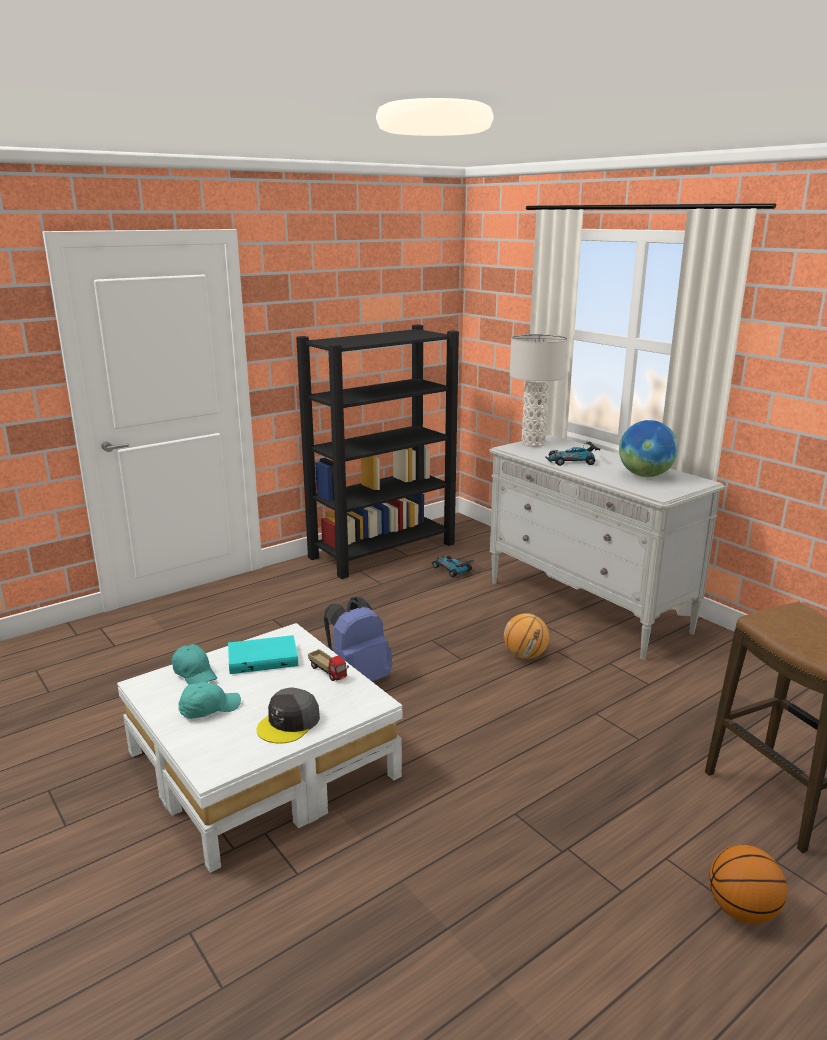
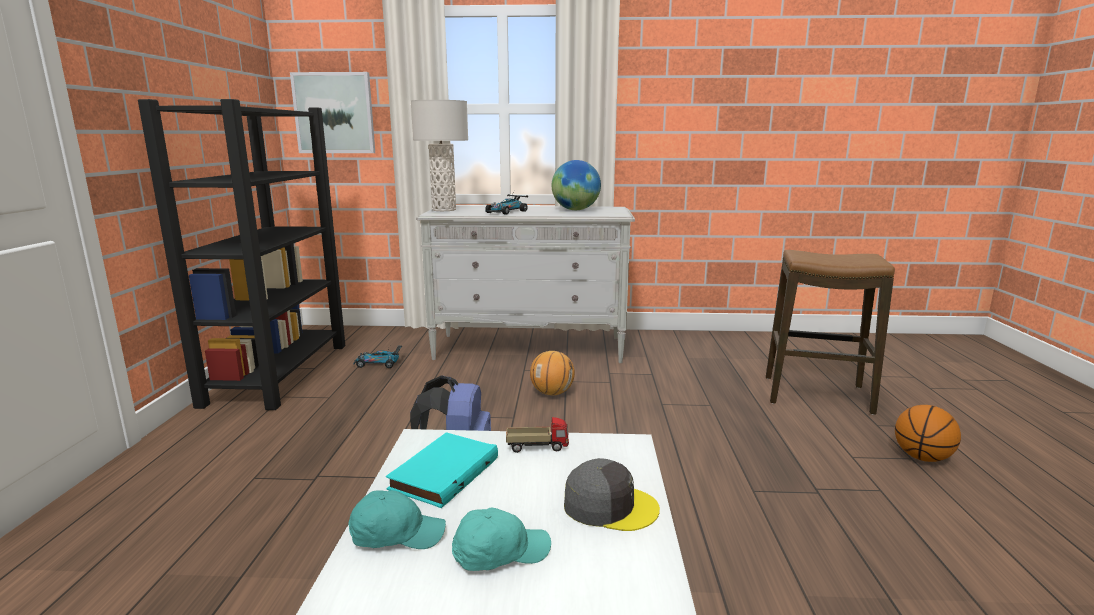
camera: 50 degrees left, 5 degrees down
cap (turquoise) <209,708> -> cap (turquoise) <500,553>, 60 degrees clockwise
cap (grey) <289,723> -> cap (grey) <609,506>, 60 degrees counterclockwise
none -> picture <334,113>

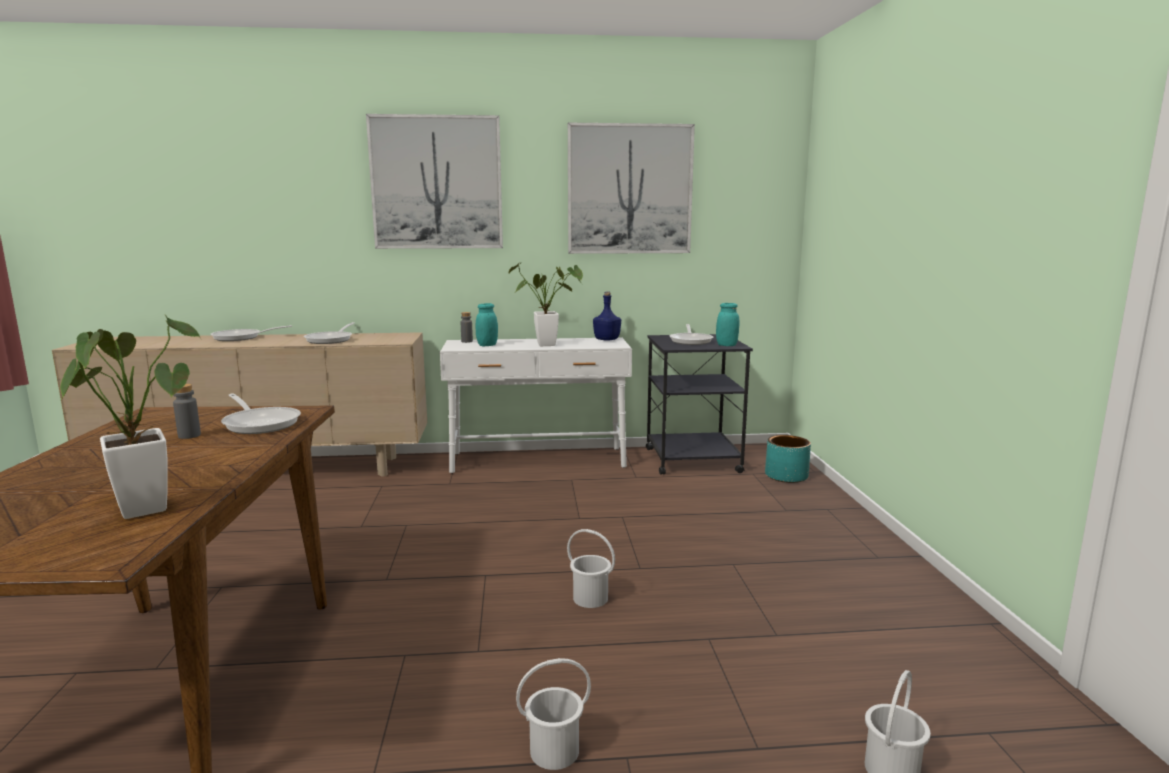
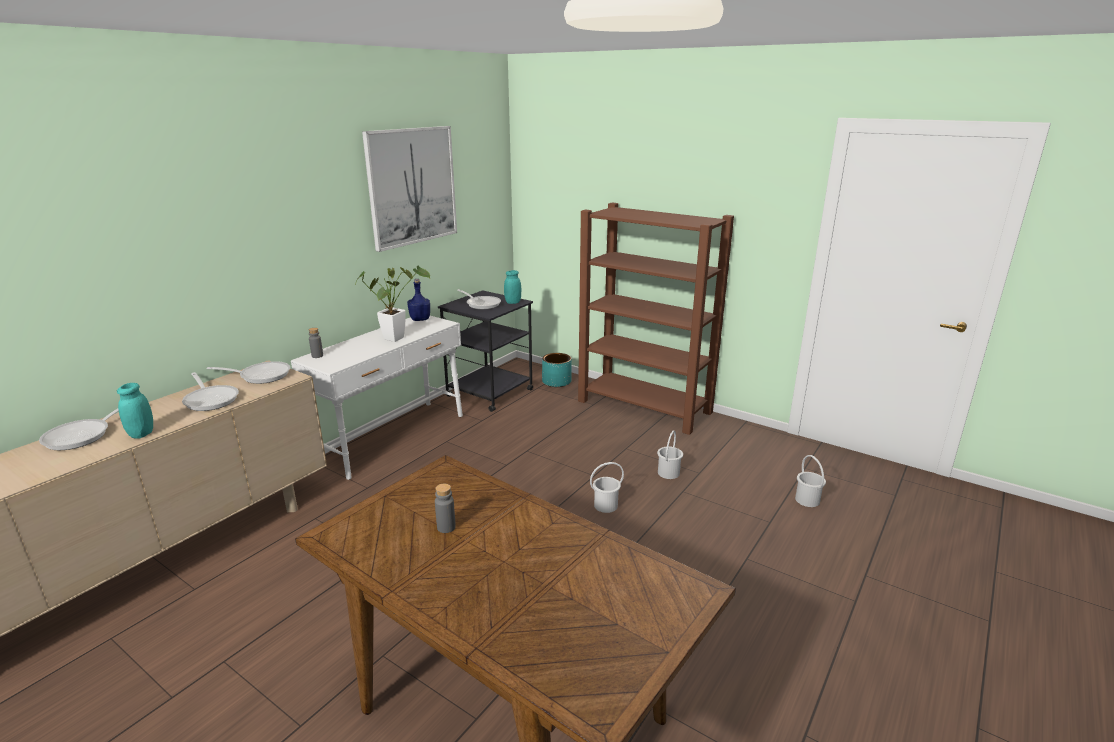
camera: 50 degrees left, 10 degrees up
picture <437,183> -> none
jar (turquoise) <487,345> -> jar (turquoise) <142,434>, shifted
potted plant <143,505> -> none
frying pan <260,423> -> frying pan <261,375>, shifted
bucket (white) <555,751> -> bucket (white) <669,473>, shifted
none -> bookcase (brown) <644,407>

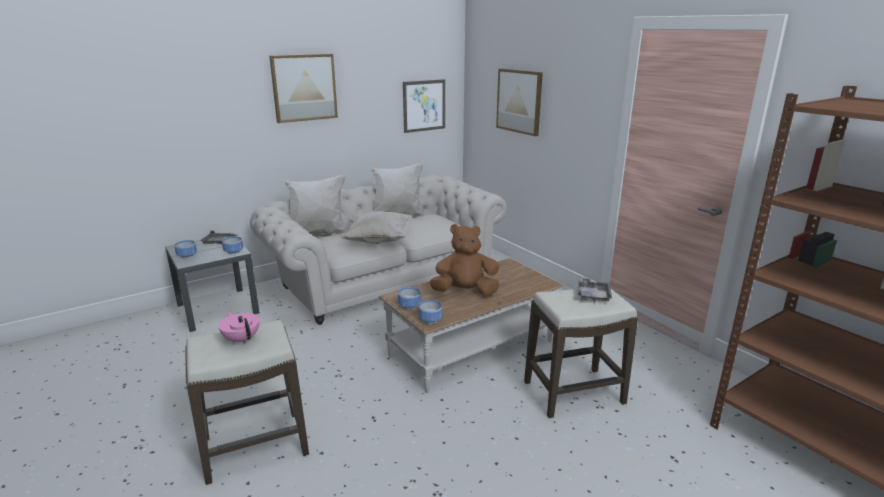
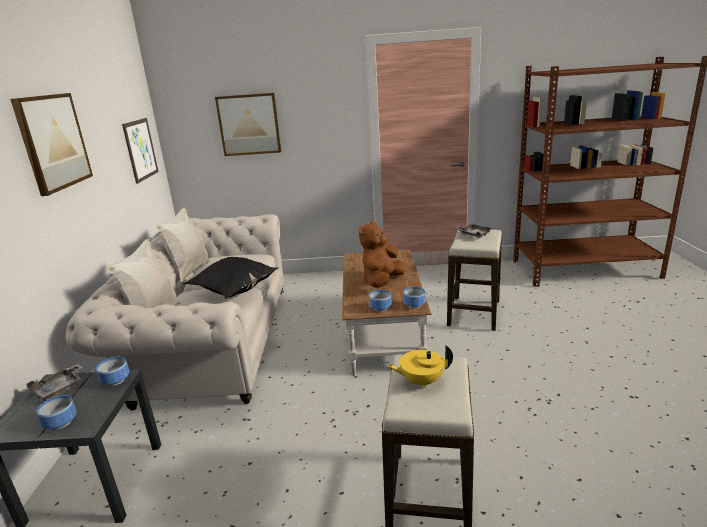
camera: 55 degrees left, 0 degrees up
pillow (white) <378,241> -> pillow (black) <233,292>
teapot (pink) <242,339> -> teapot (yellow) <421,381>

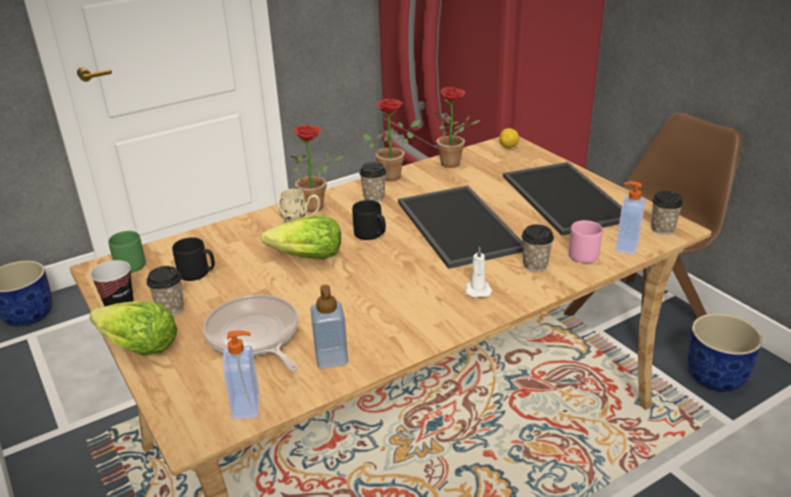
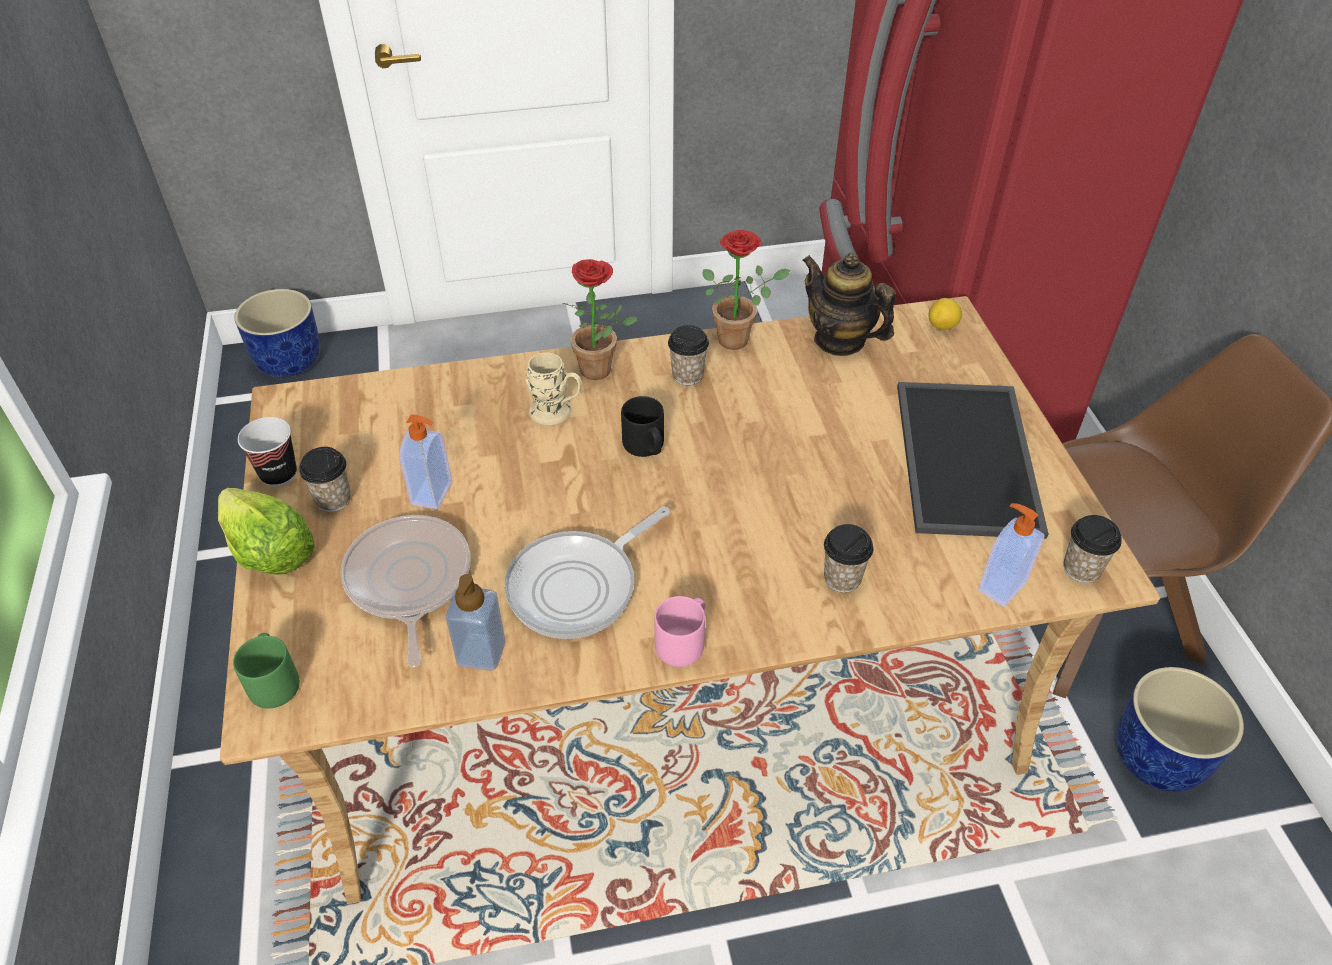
camera: 20 degrees right, 15 degrees up
potted plant <455,164> -> teapot <840,340>
tray <461,226> -> none
lettuce <307,257> -> none
mug (pink) <583,253> -> mug (pink) <683,643>, shifted
mug (green) <129,264> -> mug (green) <274,681>, shifted
mug (black) <197,273> -> none
candle (white) <477,290> -> none
soap dispenser <247,406> -> soap dispenser <433,493>, shifted
none -> frying pan <579,586>

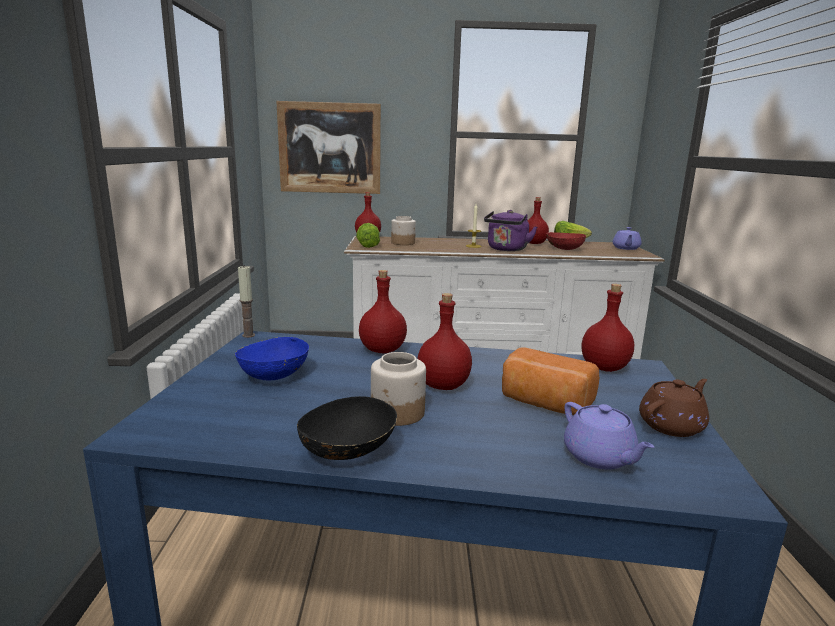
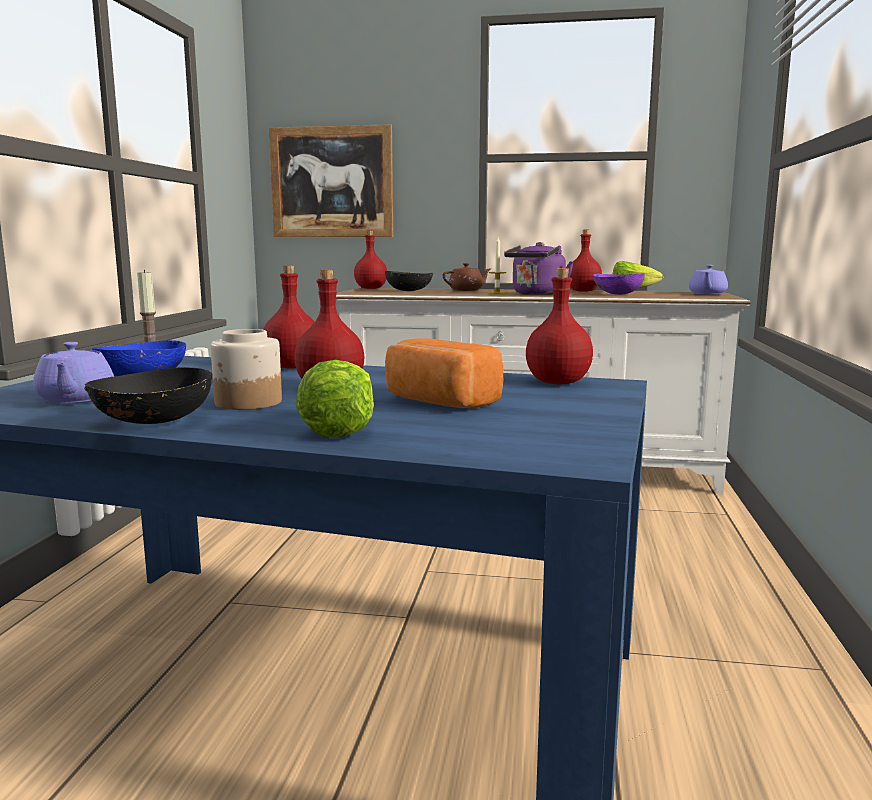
camera: 10 degrees right, 5 degrees down
jar <403,243> -> bowl (black) <409,291>
lettuce <368,246> -> lettuce <341,429>, shifted
bowl (red) <564,249> -> bowl (purple) <617,294>
teapot (brown) <672,425> -> teapot (brown) <467,290>, shifted
teapot (purple) <600,457> -> teapot (purple) <75,399>, shifted

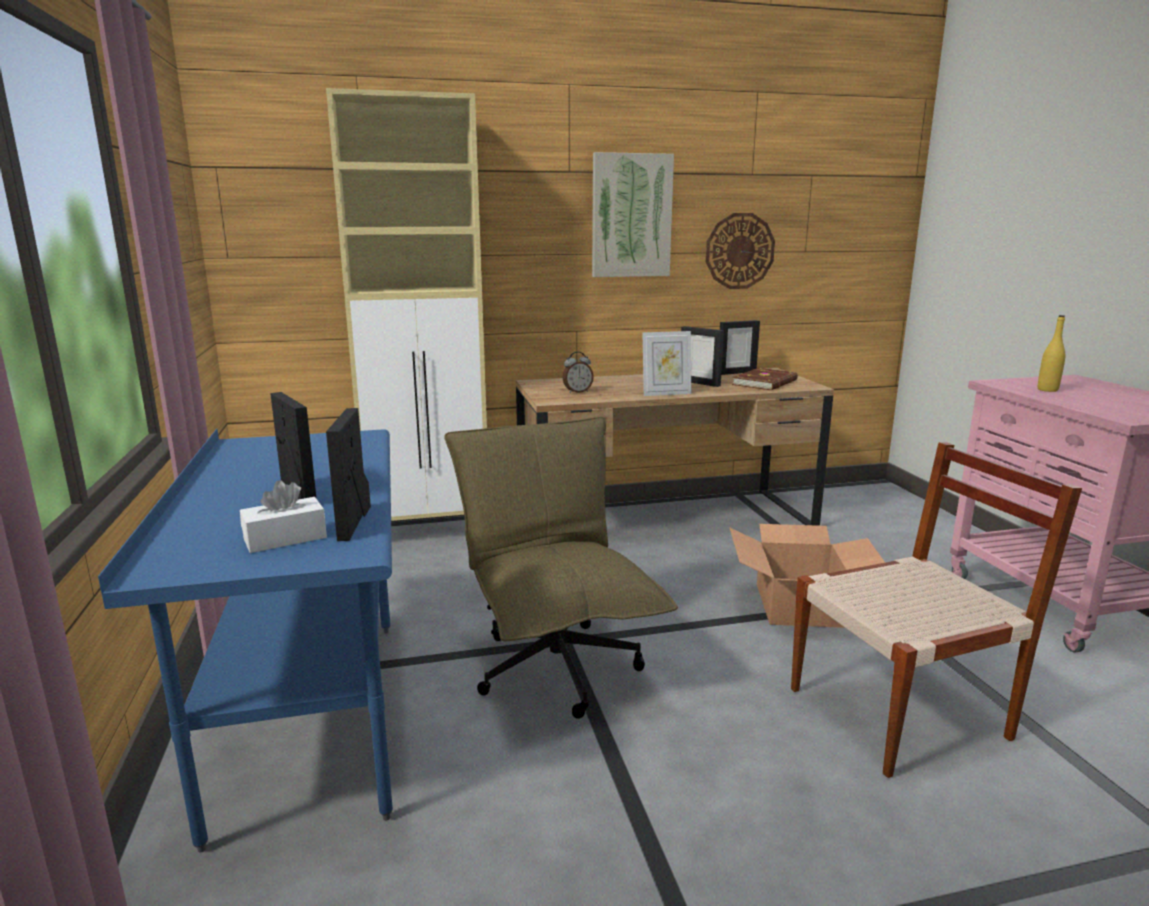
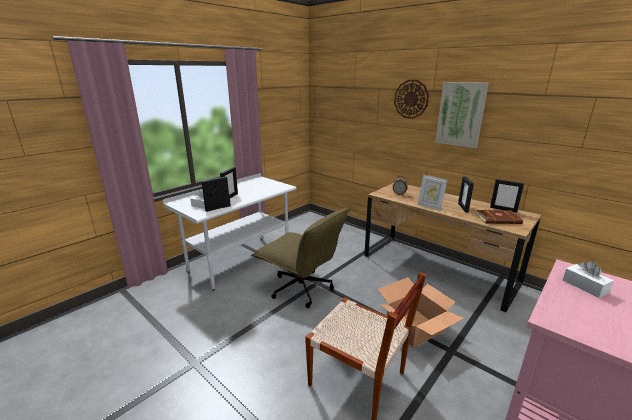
camera: 55 degrees right, 5 degrees up
cabinet (beige) <430,532> -> none
wall clock <739,251> -> wall clock <411,99>, shifted
bottle (yellow) <1047,390> -> tissue box (white) <584,286>
office chair (beige) <557,669> -> office chair (beige) <300,288>, 90 degrees clockwise
desk (blue) <311,718> -> desk (white) <240,262>

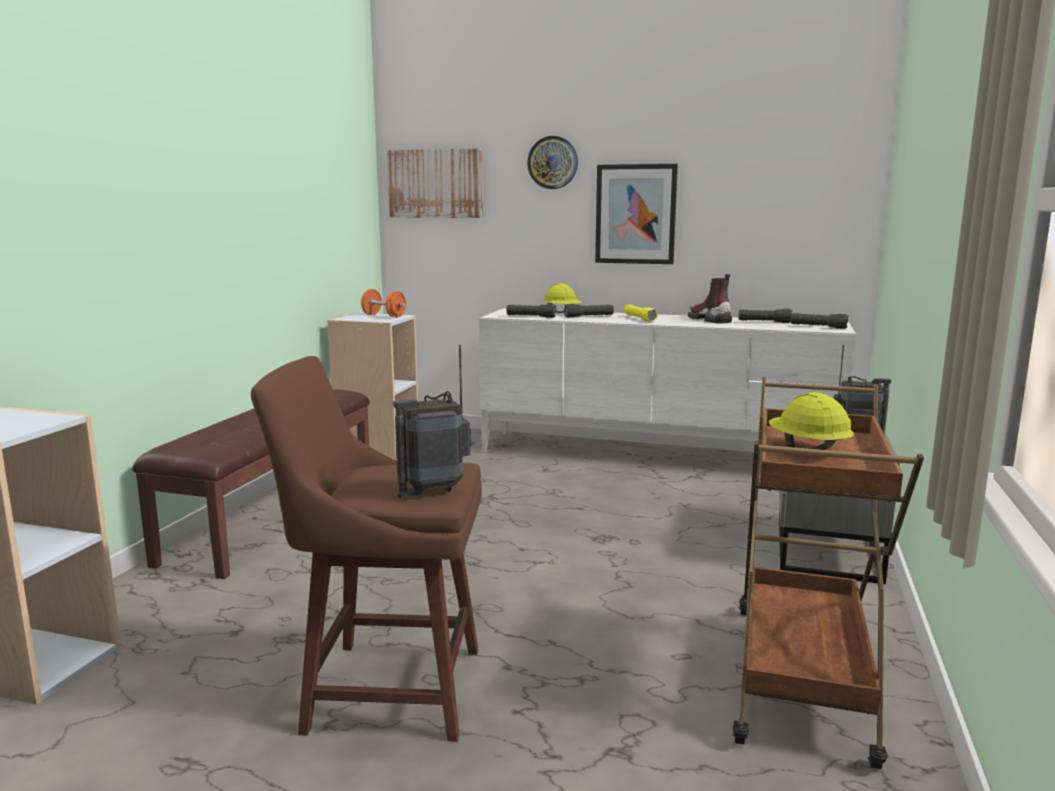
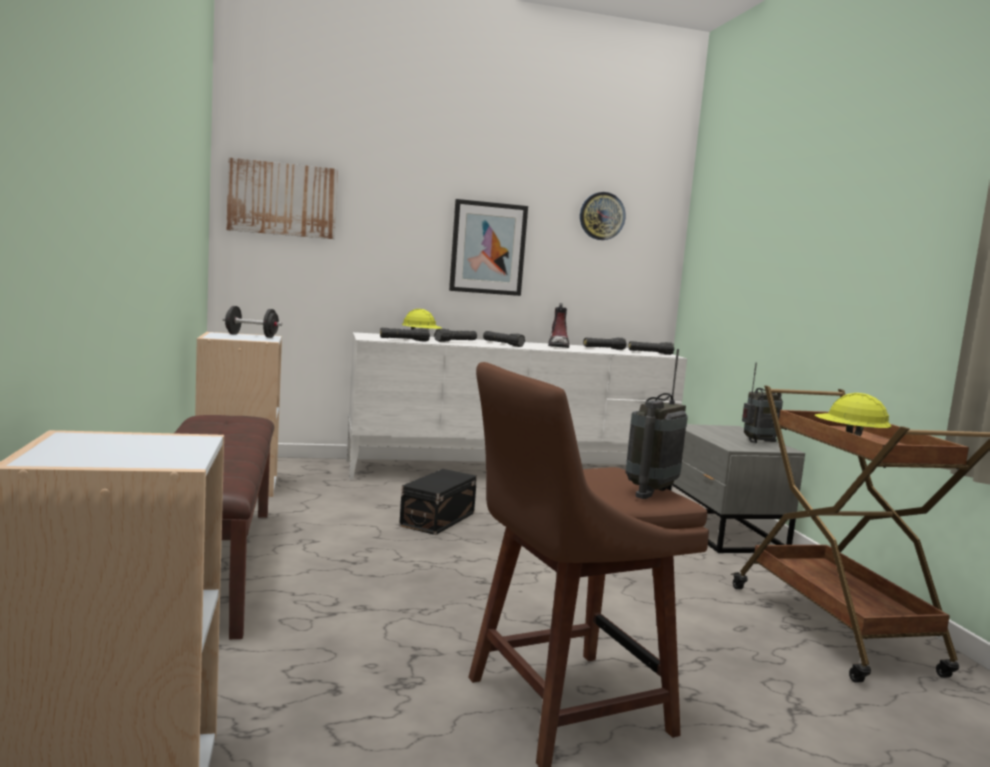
camera: 30 degrees left, 5 degrees down
wall clock <552,162> -> wall clock <602,216>, shifted
boot <708,320> -> boot <558,346>, 120 degrees counterclockwise
dumbbell (orange) <384,316> -> dumbbell (black) <251,336>
flashlight (yellow) <639,319> -> flashlight (black) <502,344>
none -> storage box (black) <439,519>

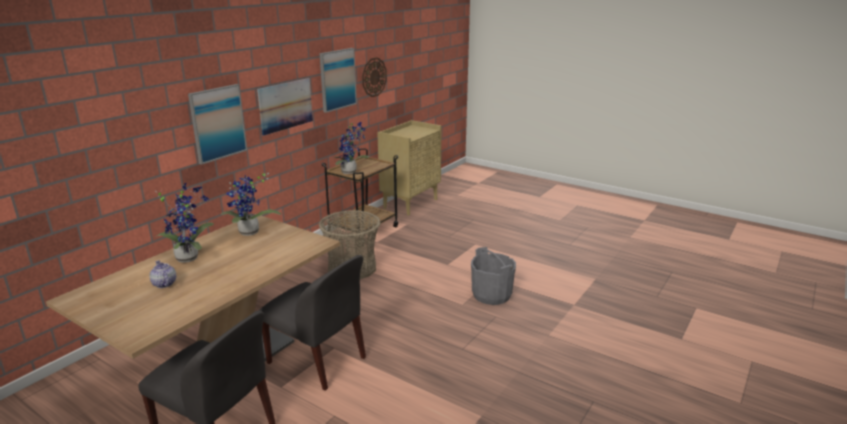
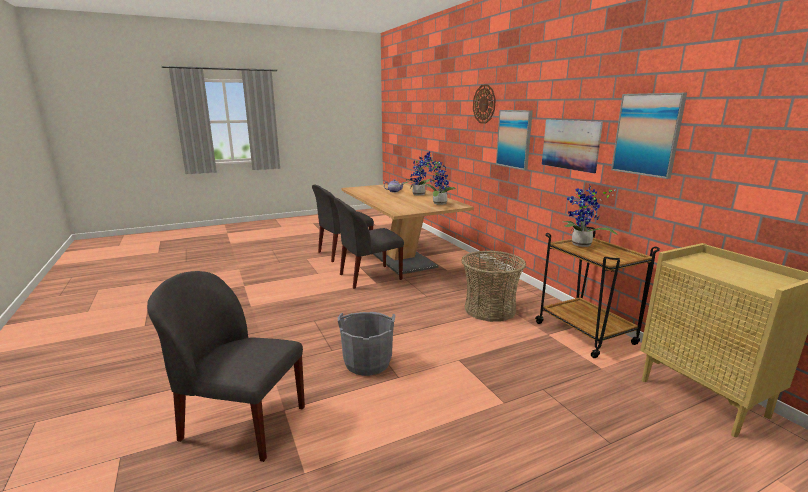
camera: 120 degrees right, 5 degrees down
wall clock <374,77> -> wall clock <484,104>, shifted
none -> chair (grey) <241,423>

